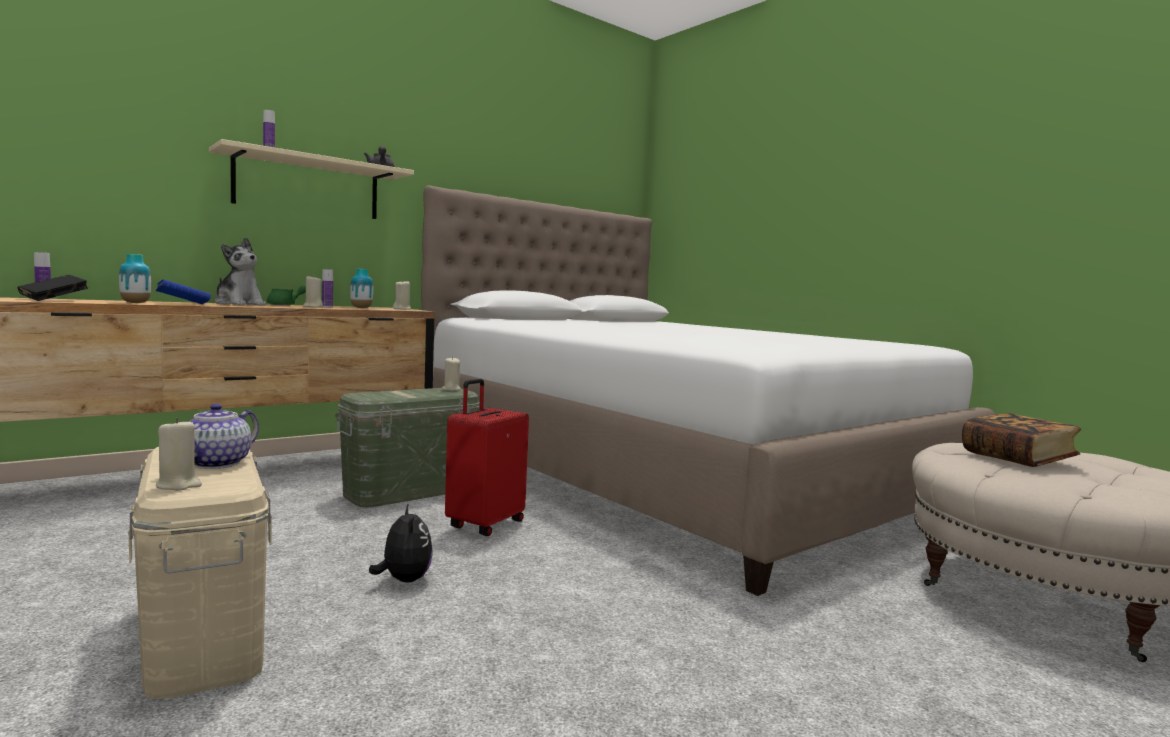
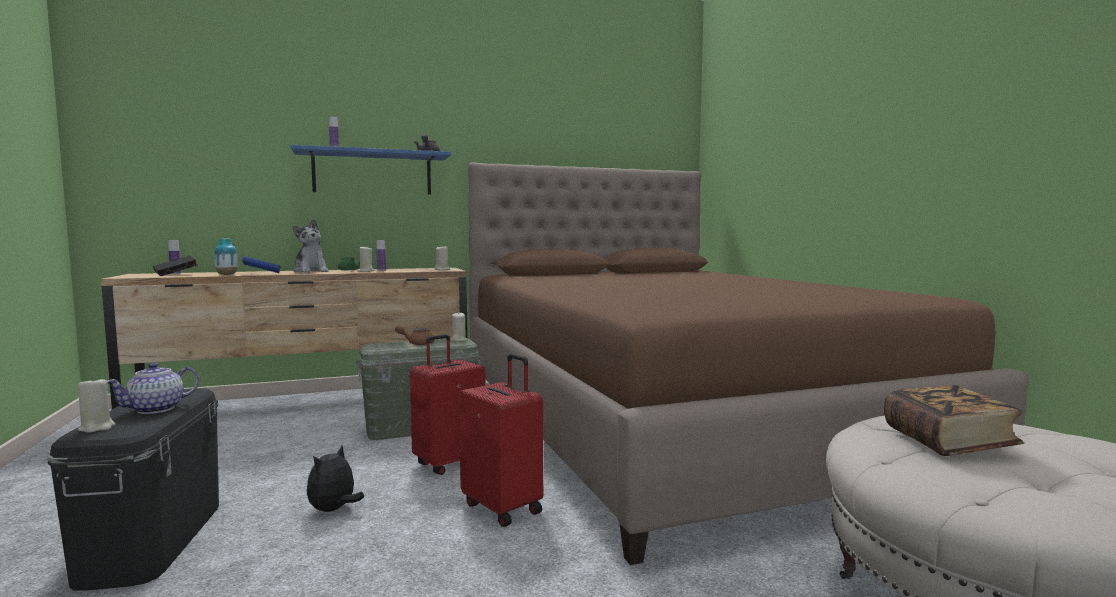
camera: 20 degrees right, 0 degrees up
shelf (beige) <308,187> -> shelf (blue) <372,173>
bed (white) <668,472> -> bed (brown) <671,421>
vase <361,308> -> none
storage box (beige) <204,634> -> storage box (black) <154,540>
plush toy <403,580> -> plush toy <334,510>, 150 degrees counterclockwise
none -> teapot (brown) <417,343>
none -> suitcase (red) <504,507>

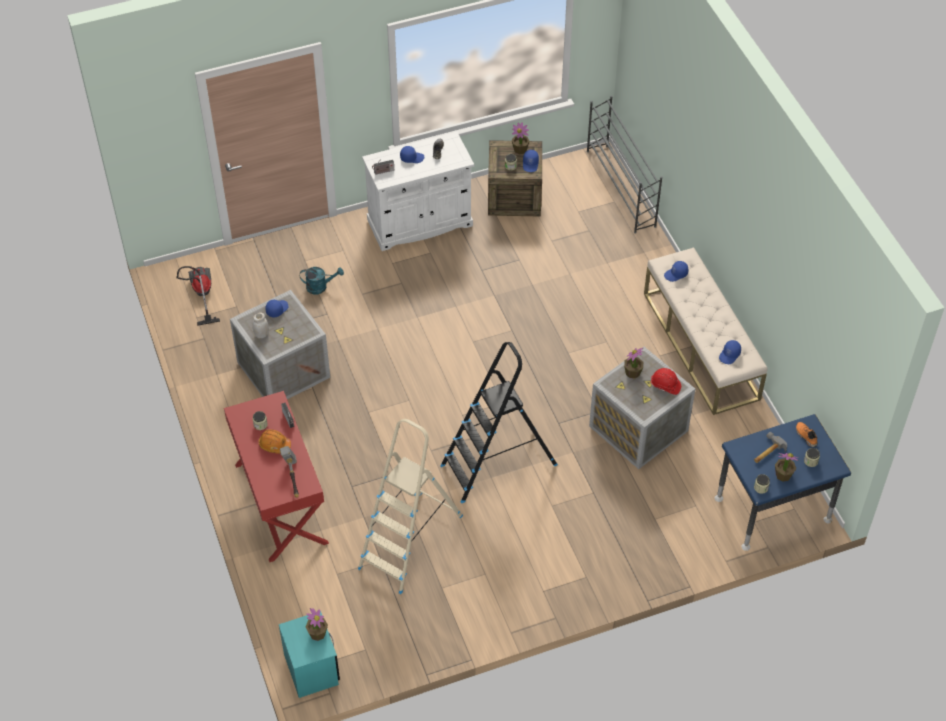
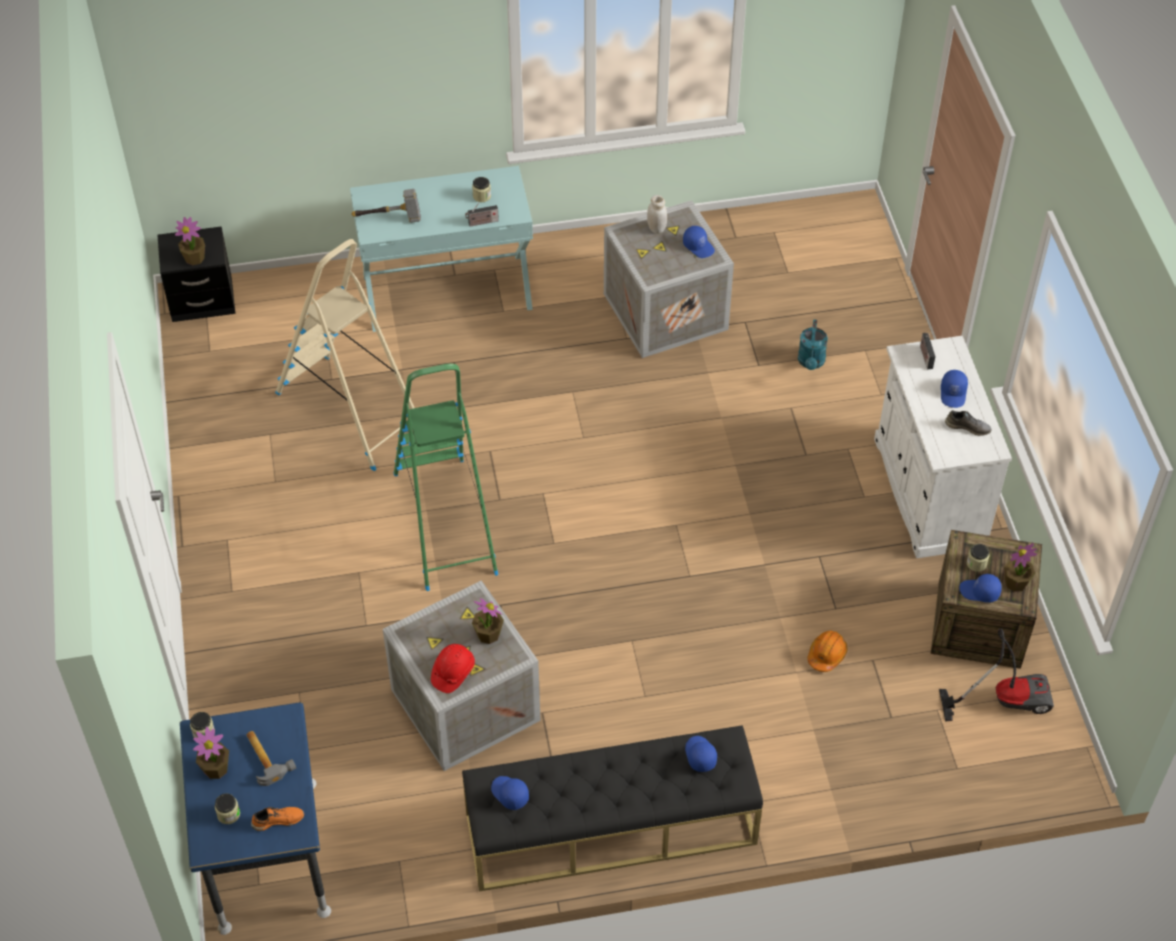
camera: 100 degrees right, 0 degrees up
shoe rack (grey) <620,189> -> none
bench (beige) <701,346> -> bench (black) <610,829>
vacuum cleaner <200,295> -> vacuum cleaner <1004,698>, shifted
step ladder (black) <498,465> -> step ladder (green) <444,521>
desk (red) <280,503> -> desk (turquoise) <447,291>
hard hat (orange) <274,445> -> hard hat (orange) <827,654>, shifted
nightstand (turquoise) <311,669> -> nightstand (black) <202,300>

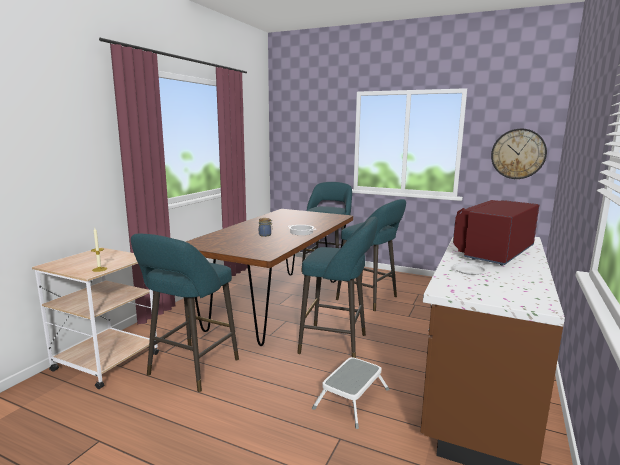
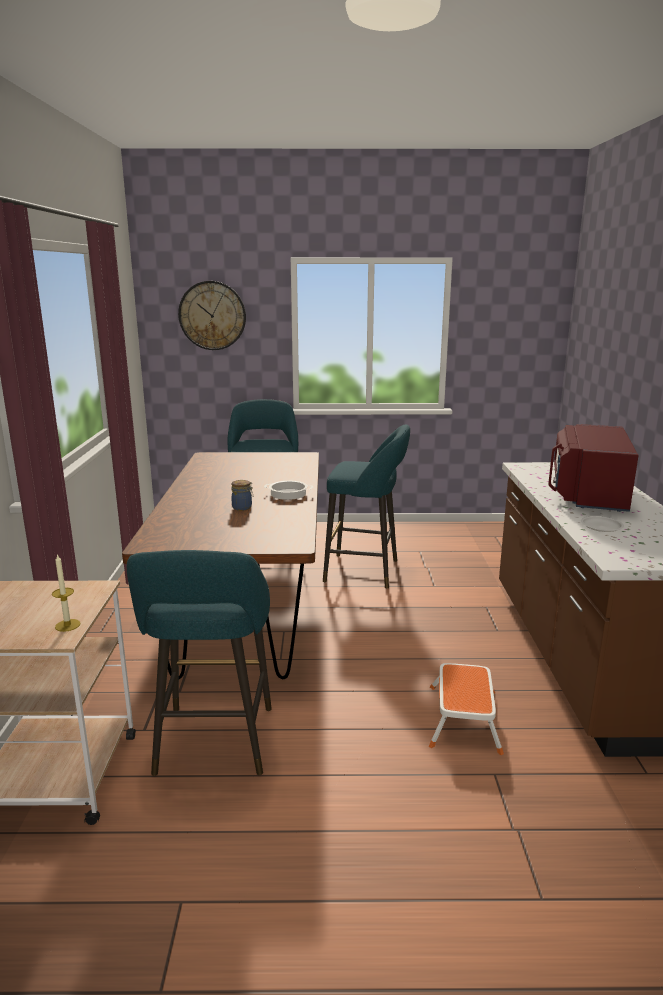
camera: 25 degrees left, 5 degrees up
wall clock <518,154> -> wall clock <212,315>, shifted
stool (turquoise) <337,344> -> none
step ladder (grey) <351,398> -> step ladder (orange) <463,718>

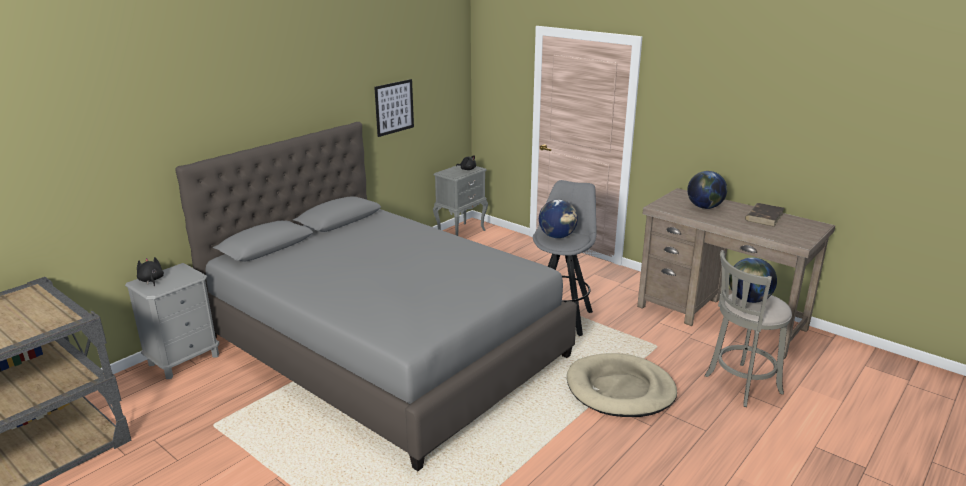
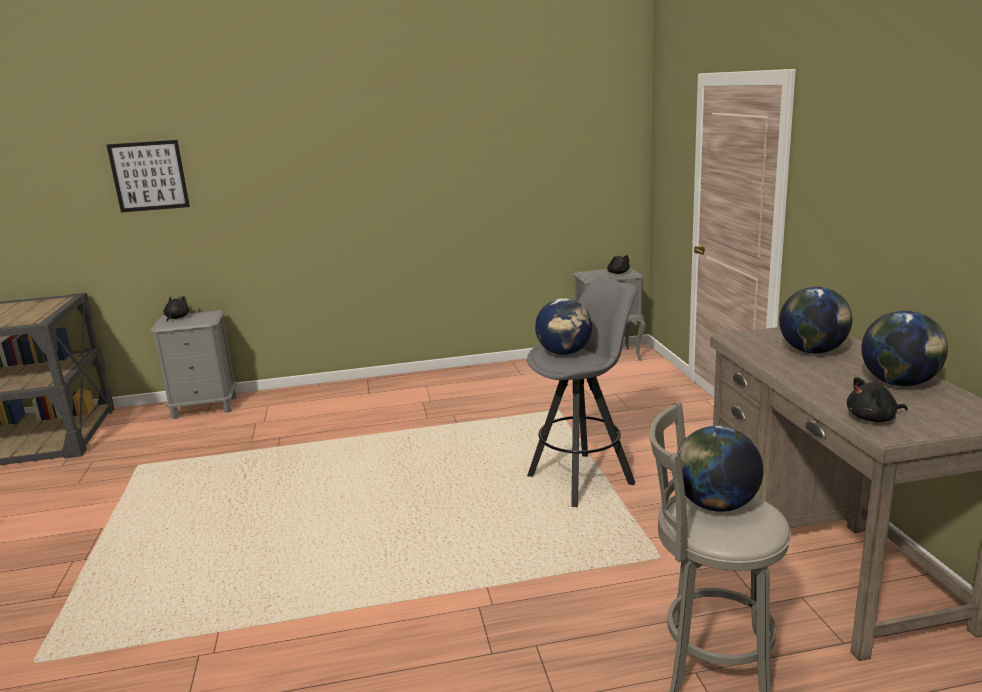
camera: 40 degrees right, 5 degrees down
picture <394,107> -> picture <149,176>, shifted
bed (grey) <385,346> -> none
book (brown) <764,217> -> globe <899,383>
dog bed (beige) <620,389> -> none
none -> plush toy (black) <873,419>

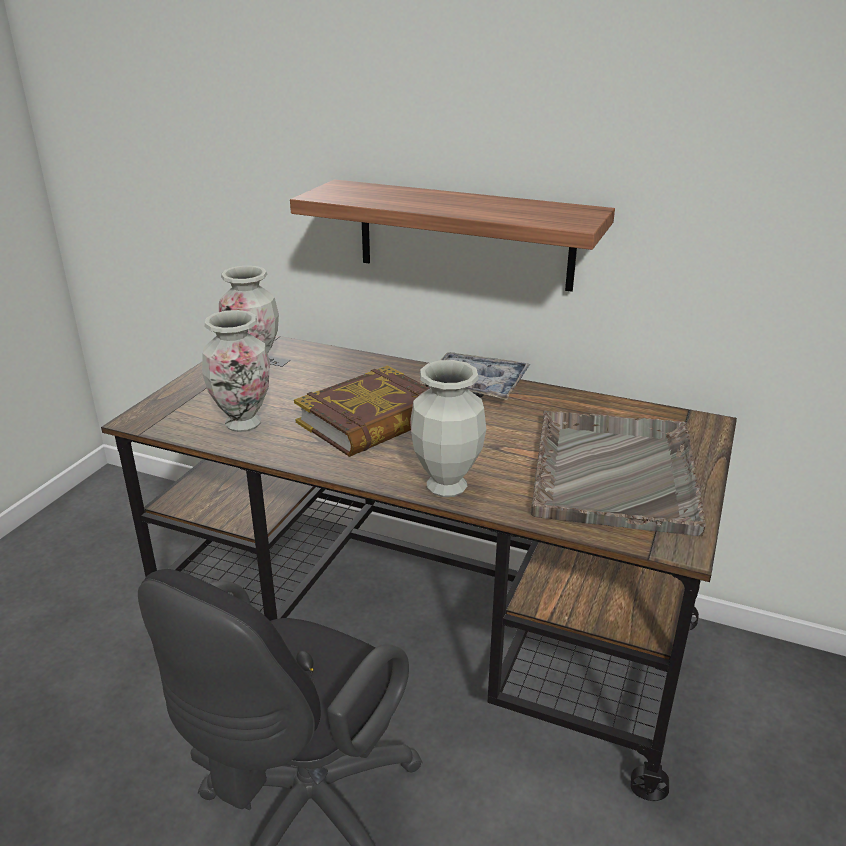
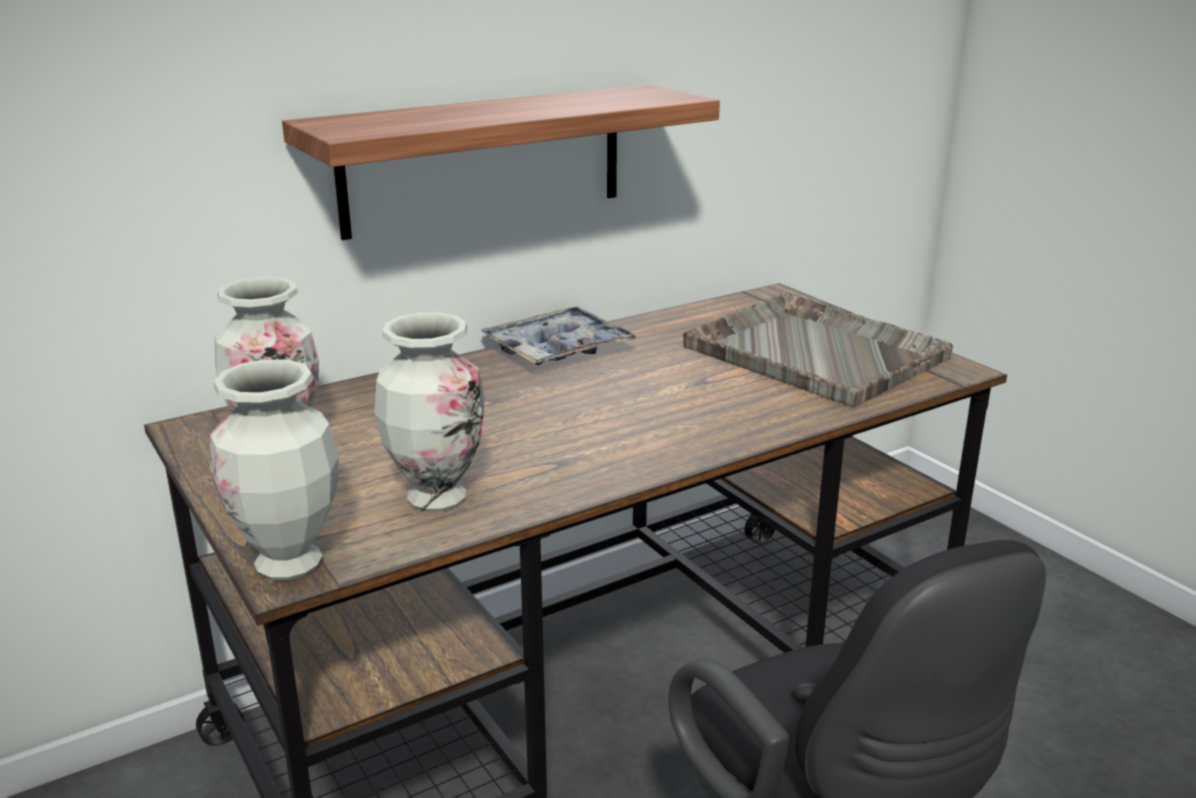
camera: 55 degrees left, 5 degrees down
vase <446,487> -> vase <289,564>, shifted
book <372,421> -> none

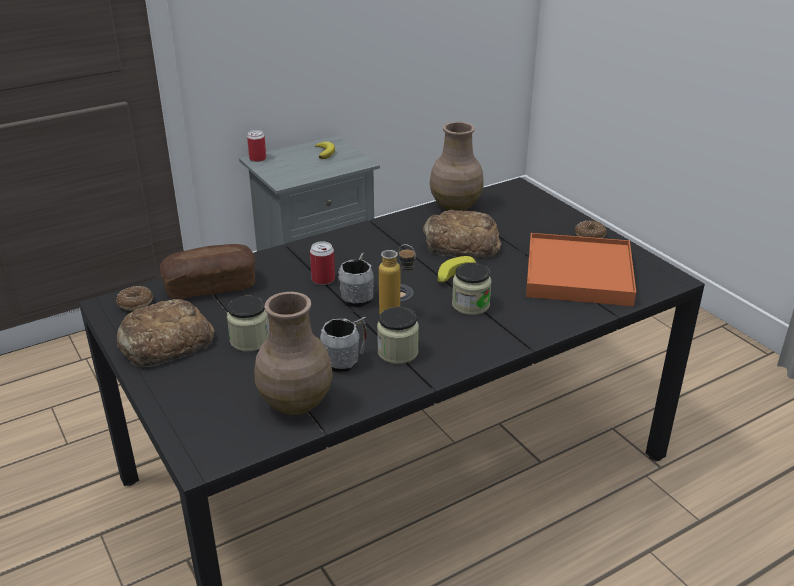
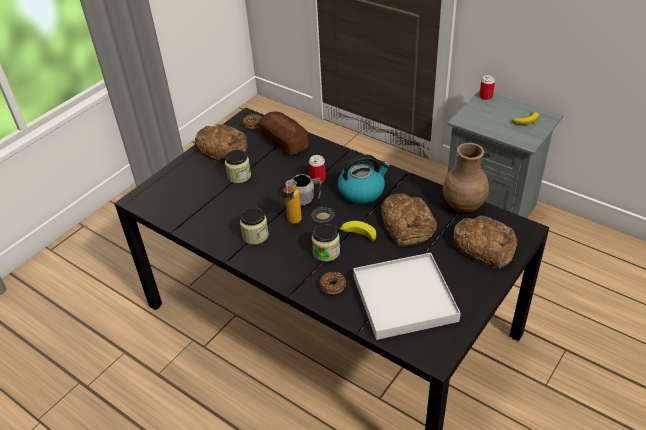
camera: 70 degrees right, 10 degrees up
donut <590,235> -> donut <332,286>, shifted
tray (orange) <579,274> -> tray (white) <404,298>
vase (brown) <295,402> -> none
mug (grey) <346,360> -> none
none -> kettle <362,191>
none -> bread <484,246>

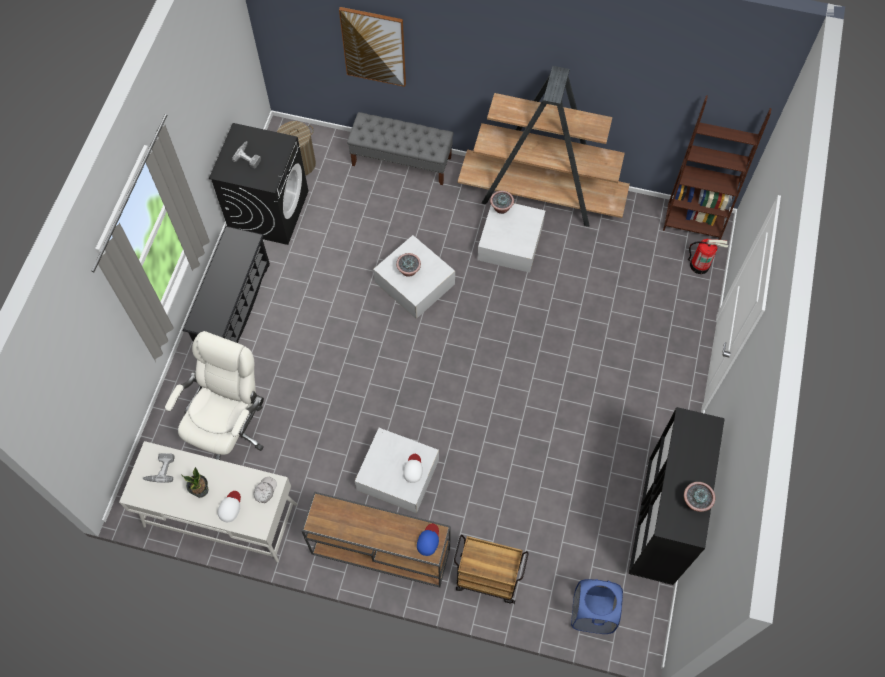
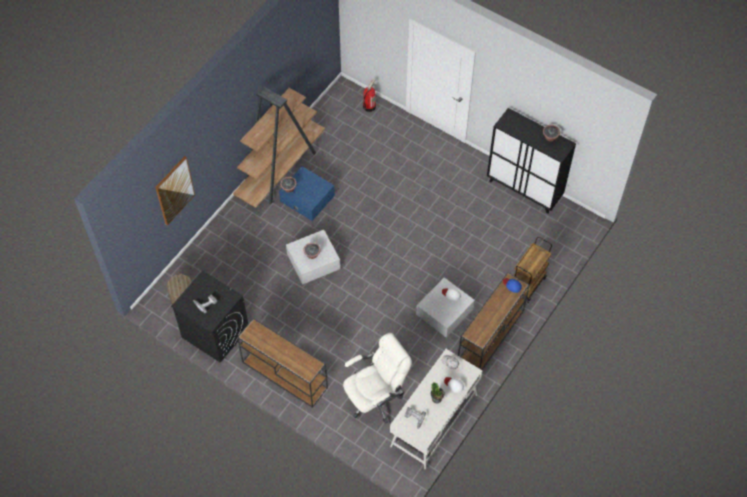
camera: 70 degrees left, 5 degrees down
bookcase (brown) <693,222> -> none
bench (grey) <402,161> -> none
storage box (white) <510,242> -> storage box (blue) <307,198>
shoe rack (black) <234,307> -> console table (brown) <283,374>
office chair (white) <230,429> -> office chair (white) <375,399>, 105 degrees clockwise
laundry basket (blue) <592,614> -> none

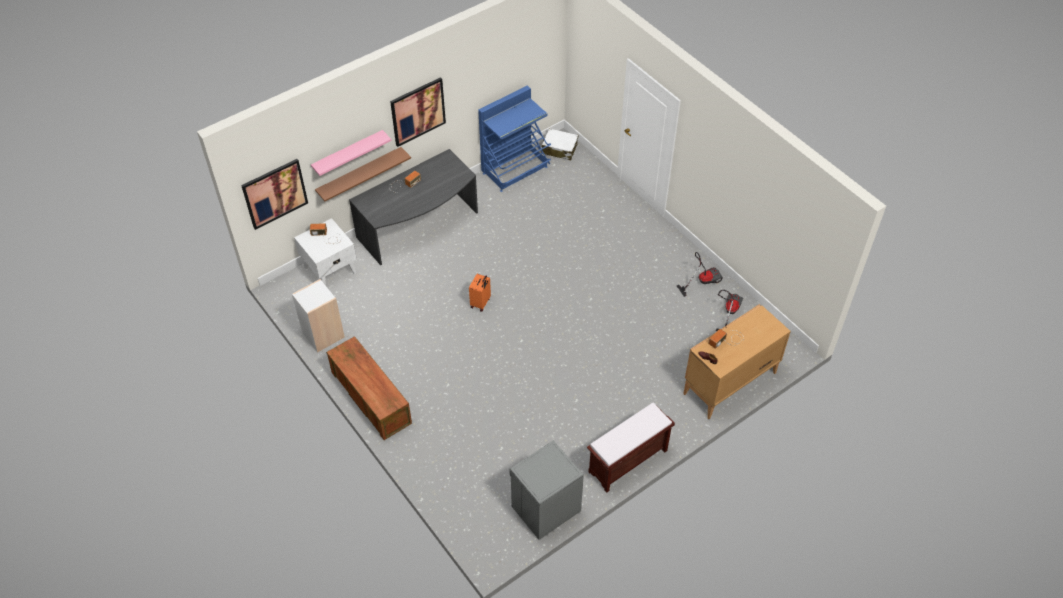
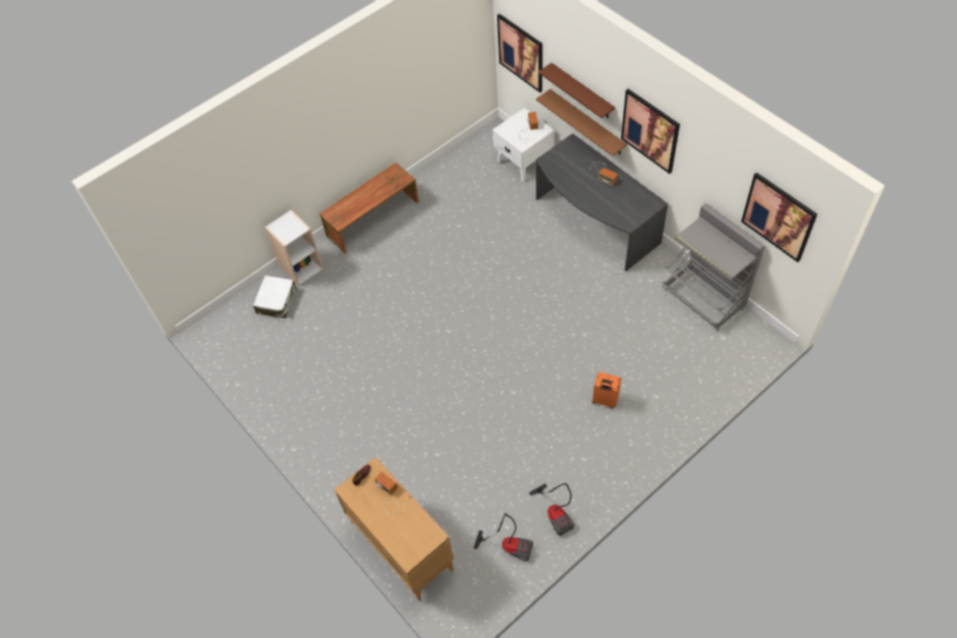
camera: 90 degrees right, 5 degrees up
shoe rack (blue) <516,171> -> shoe rack (grey) <701,300>
suitcase (white) <559,149> -> suitcase (white) <277,301>, shifted
shelf (pink) <348,153> -> shelf (brown) <582,91>
suitcase (orange) <481,303> -> suitcase (orange) <604,400>, shifted
bookcase <323,335> -> bookcase <301,267>, shifted
bench (brown) <627,462> -> none
washing machine (grey) <545,508> -> none
none -> picture <778,217>

